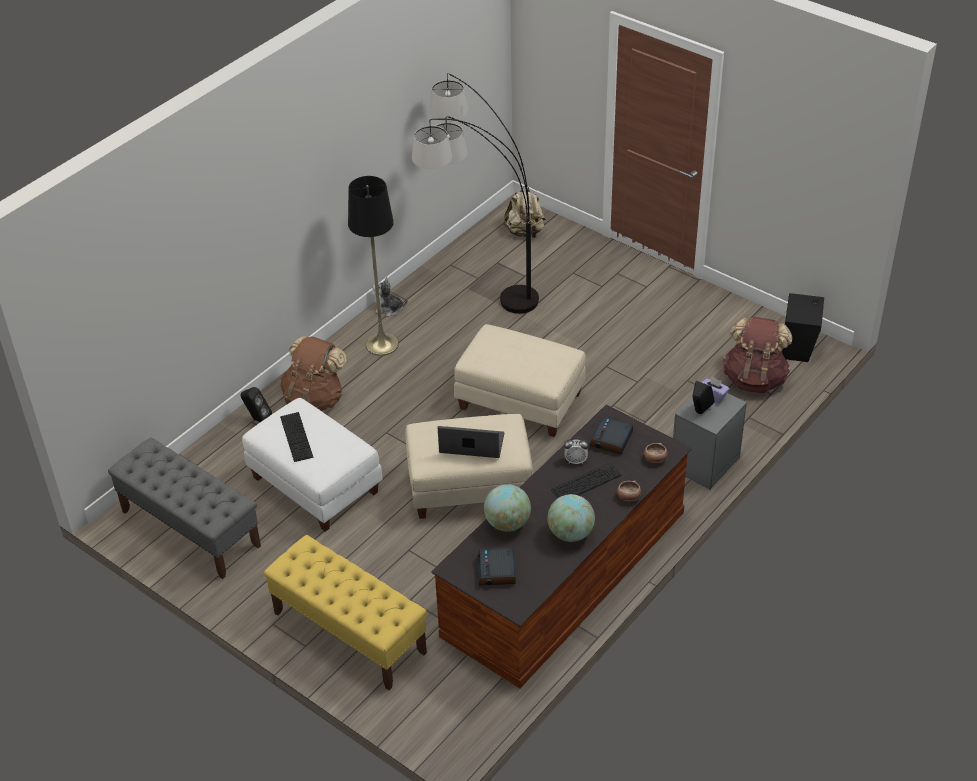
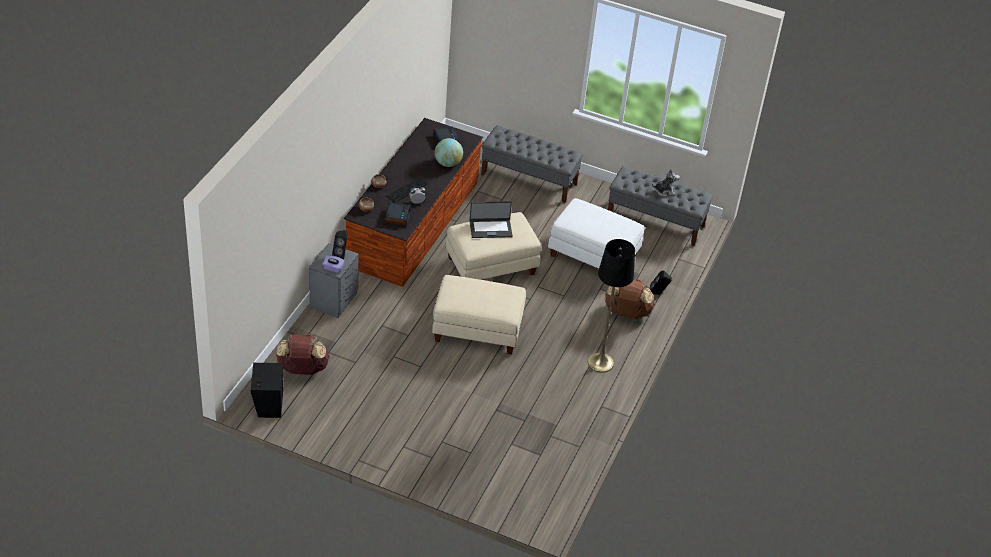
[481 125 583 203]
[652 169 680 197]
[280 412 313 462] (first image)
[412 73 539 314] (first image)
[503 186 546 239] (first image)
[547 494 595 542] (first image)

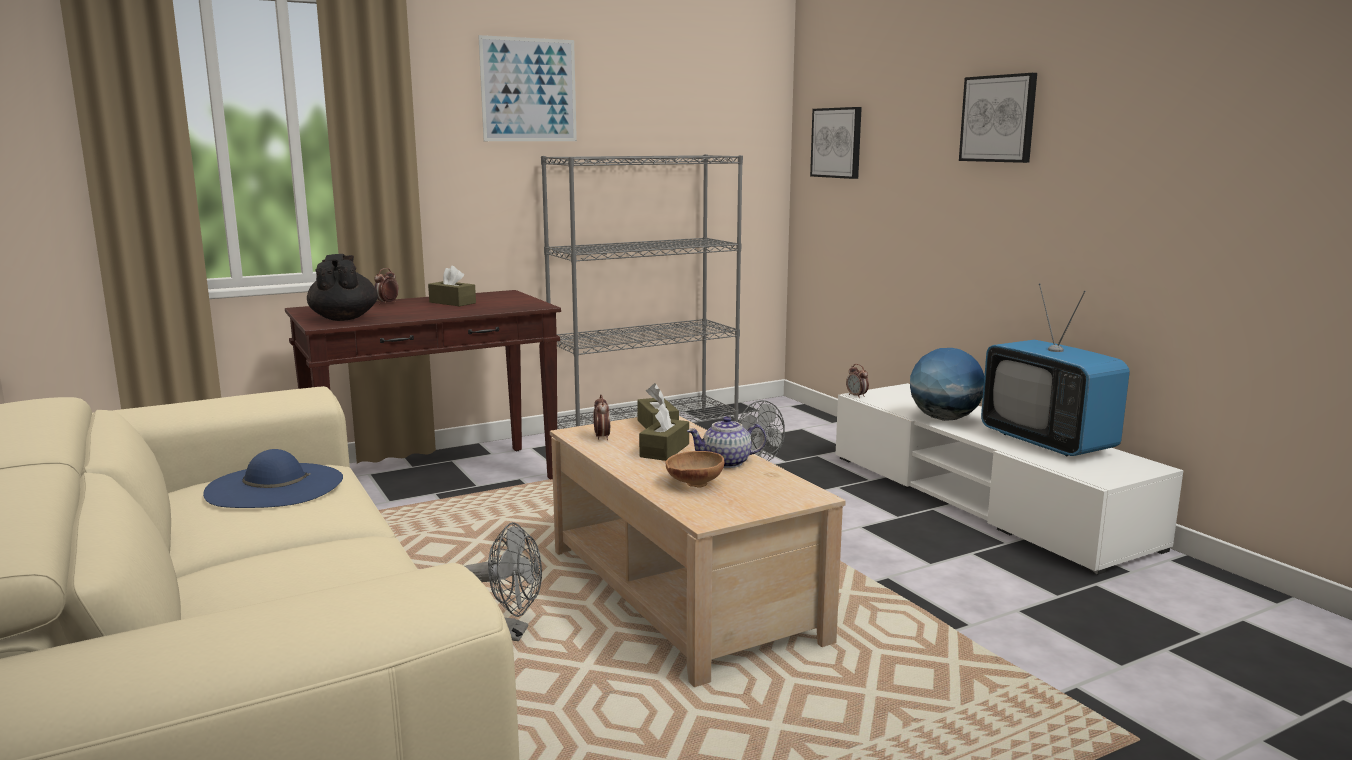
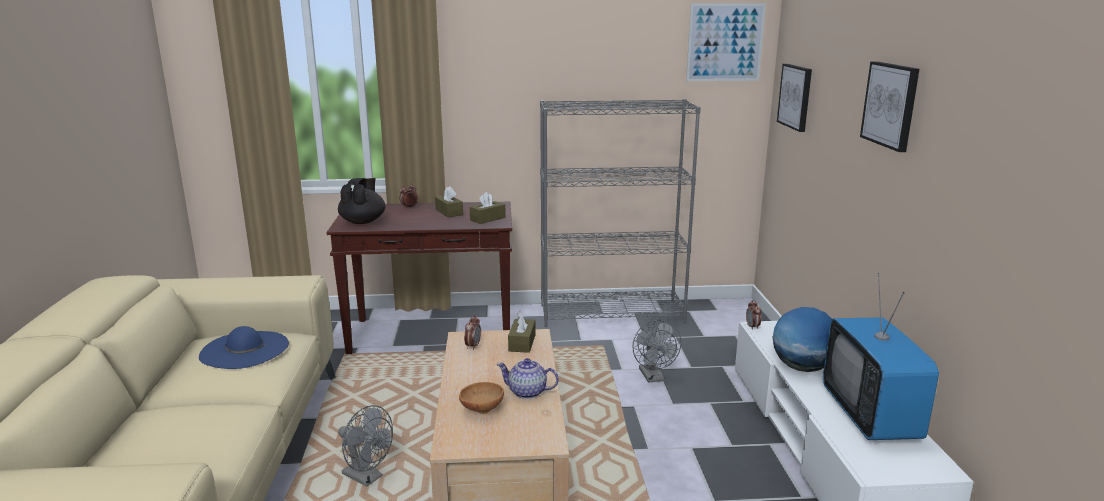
[470 192 506 224]
[686 3 766 81]

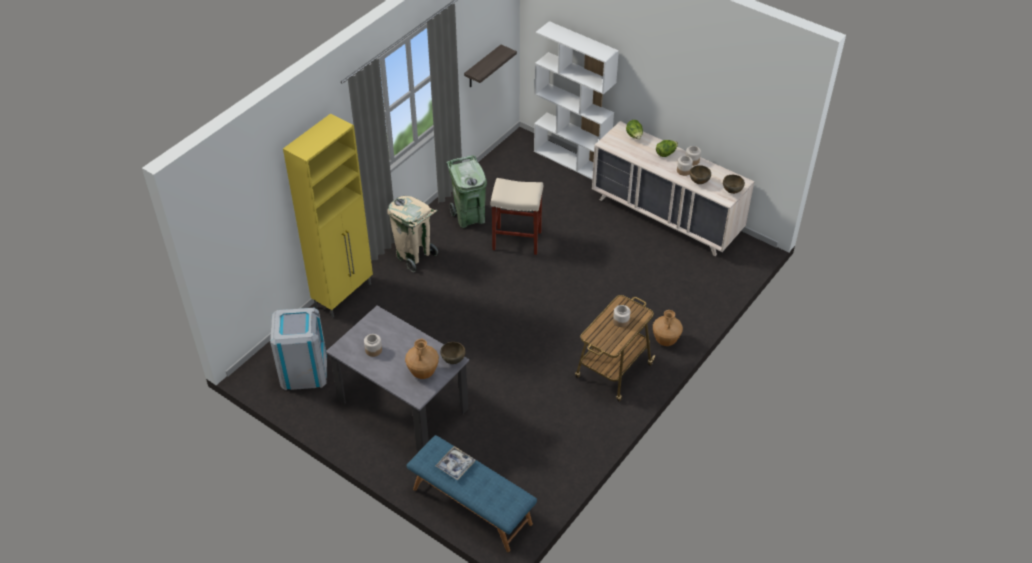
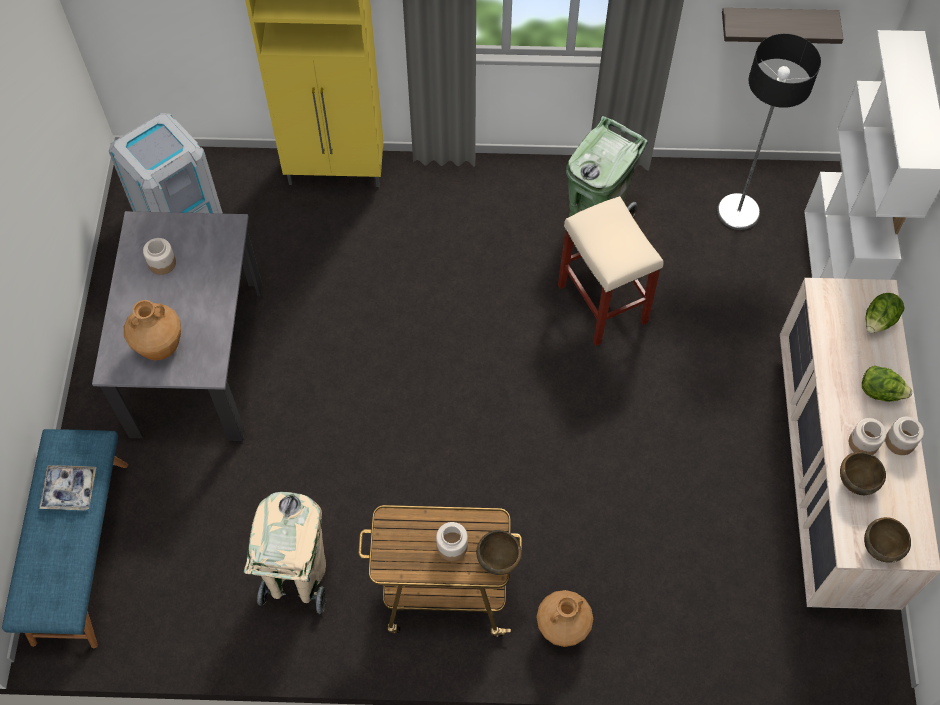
[243 492 326 614]
[476 530 522 575]
[717 34 821 230]

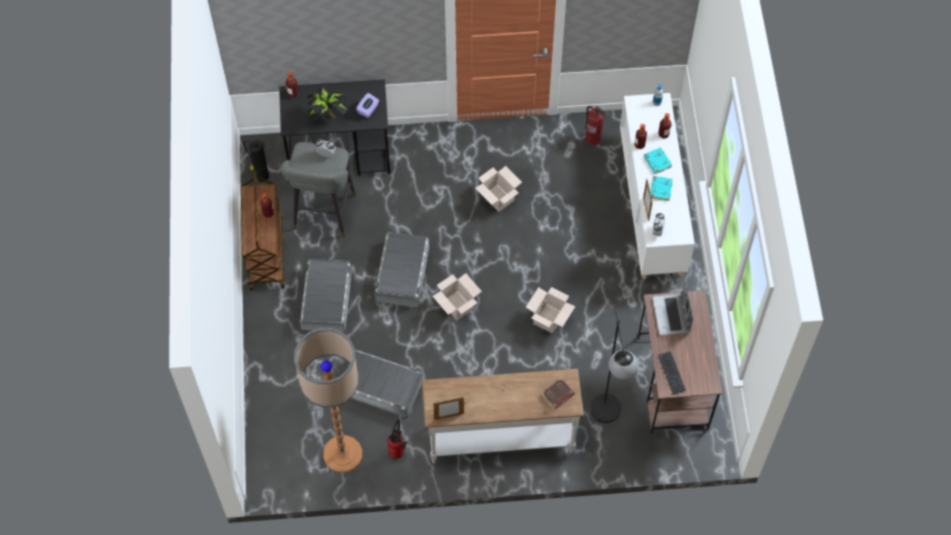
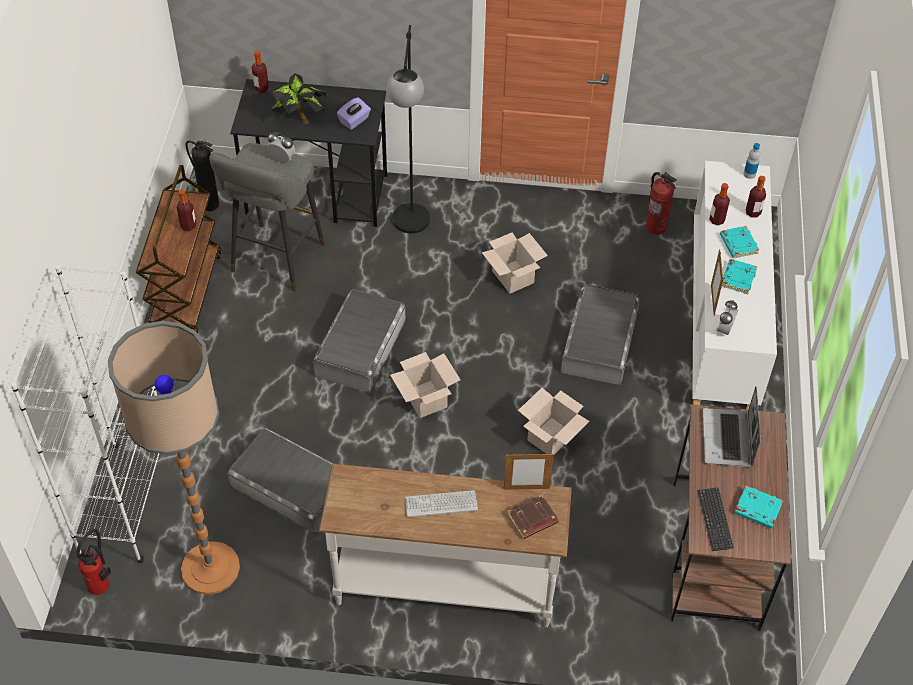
[11 265 160 563]
[77 529 111 595]
[387 25 430 233]
[405 490 478 517]
[504 453 554 490]
[561 284 640 385]
[734 486 783 529]

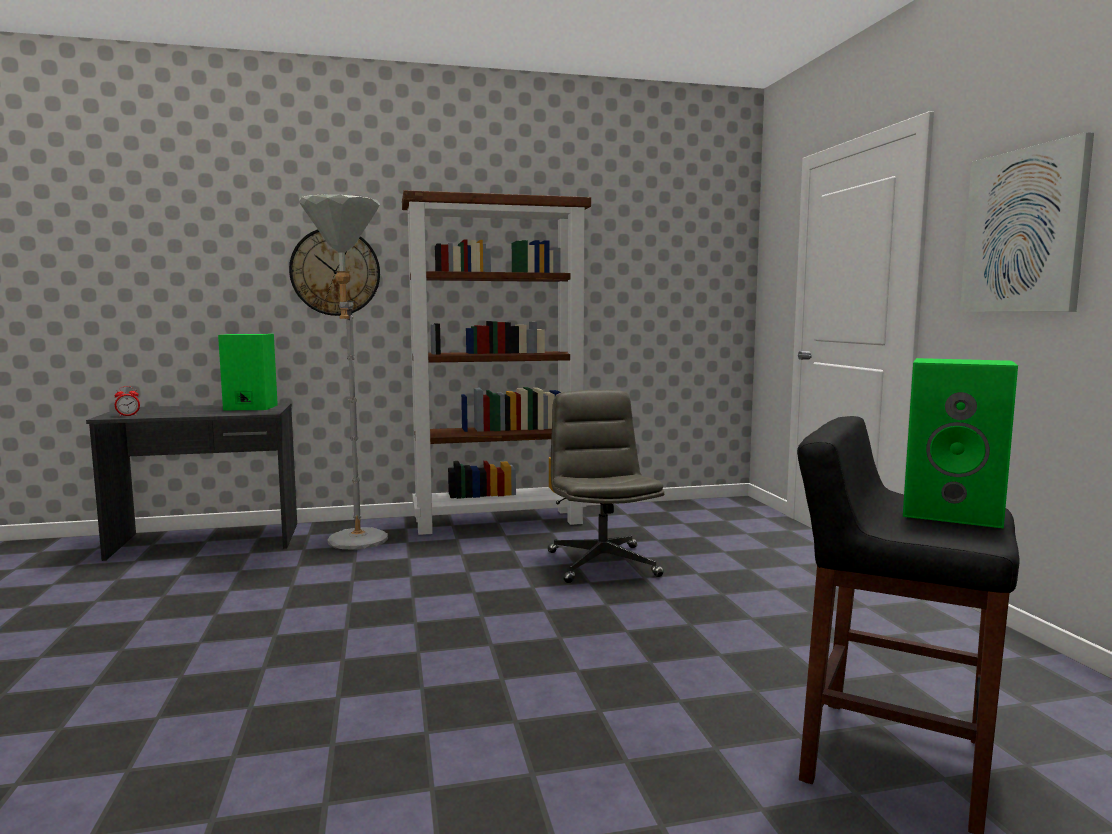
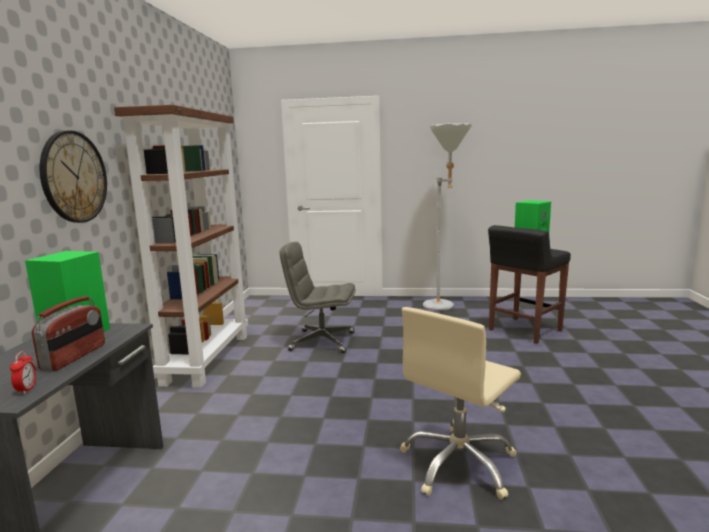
[32 296 105 371]
[400 307 521 499]
[423 123 472 311]
[960 132 1094 312] (first image)

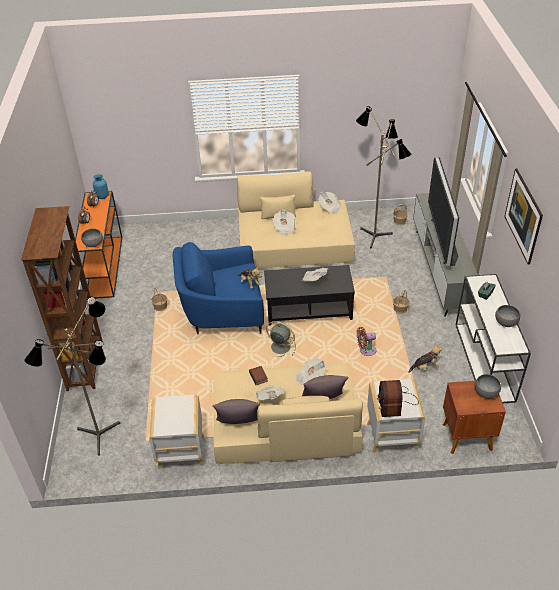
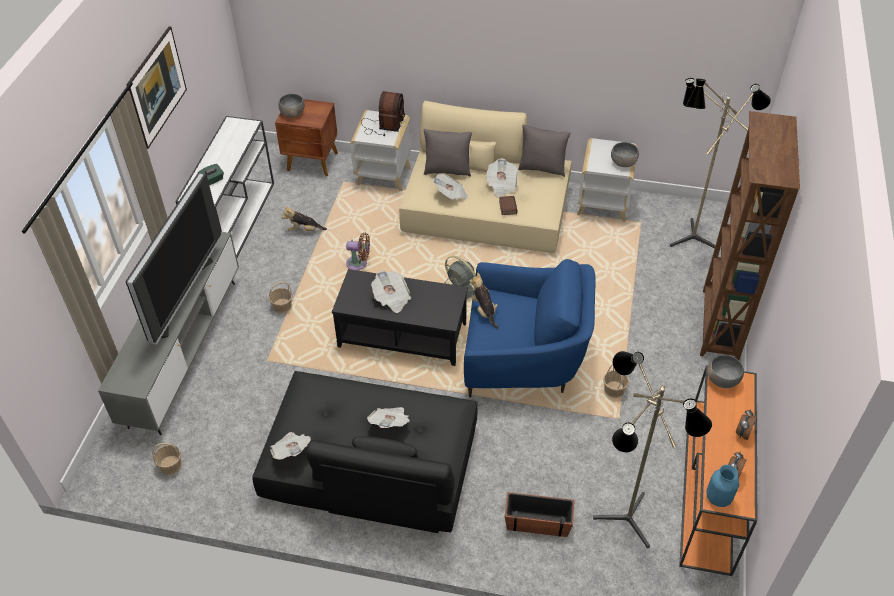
[252 371 478 533]
[505 492 574 537]
[593 351 712 548]
[611 142 639 167]

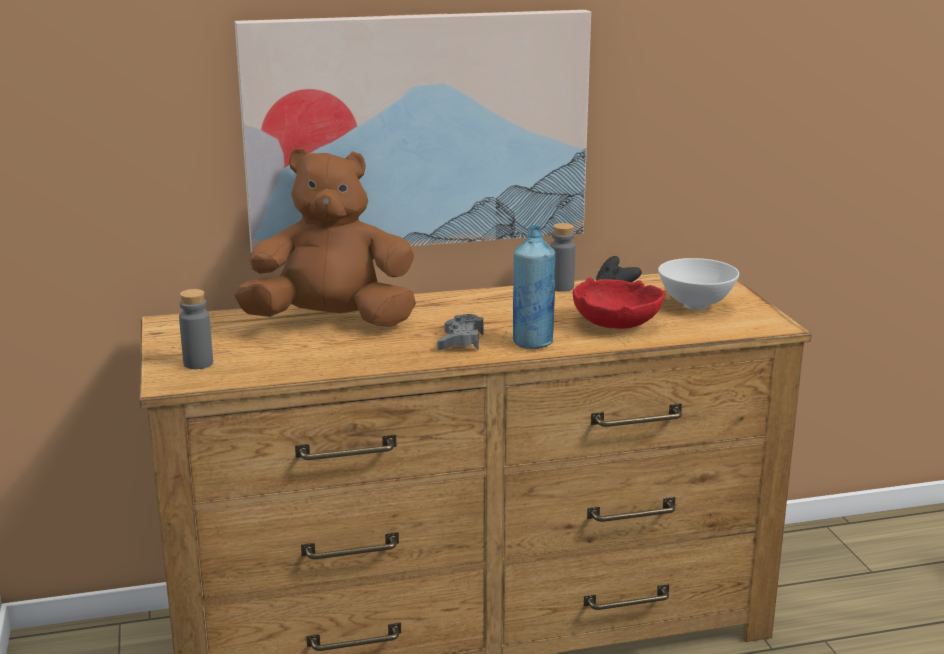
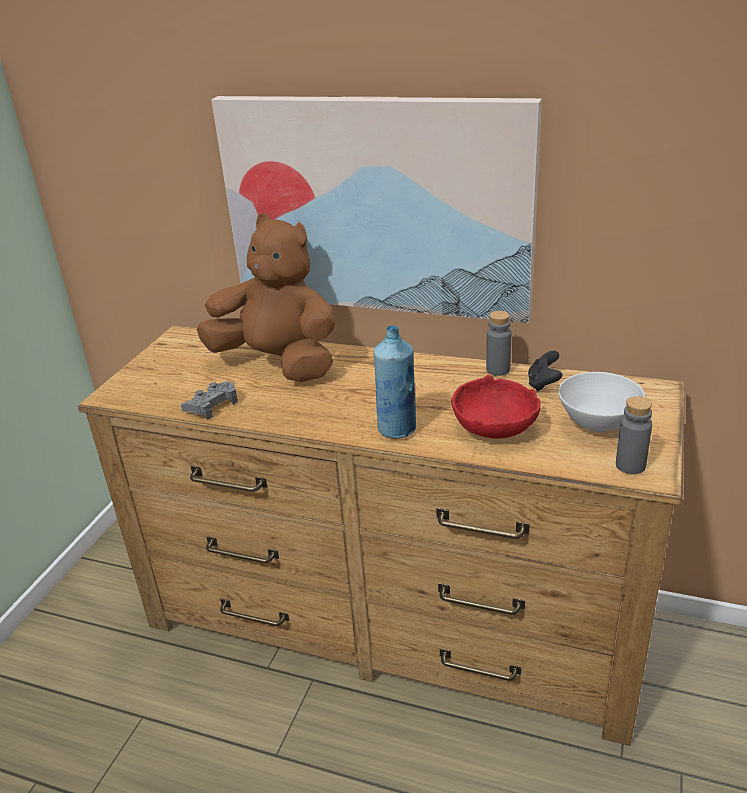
[181 381 238 420]
[616 396 652 474]

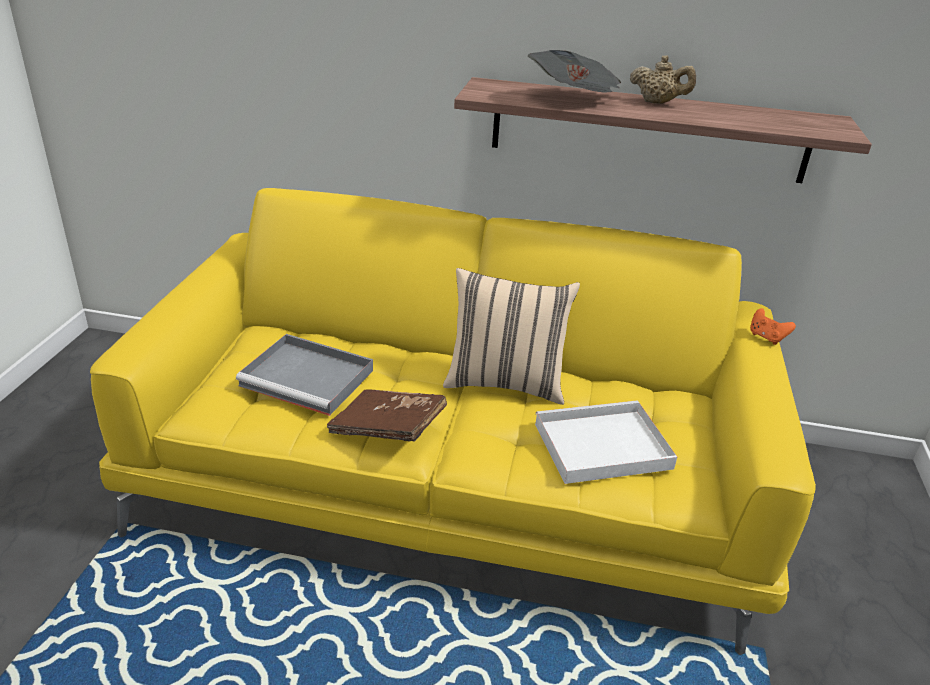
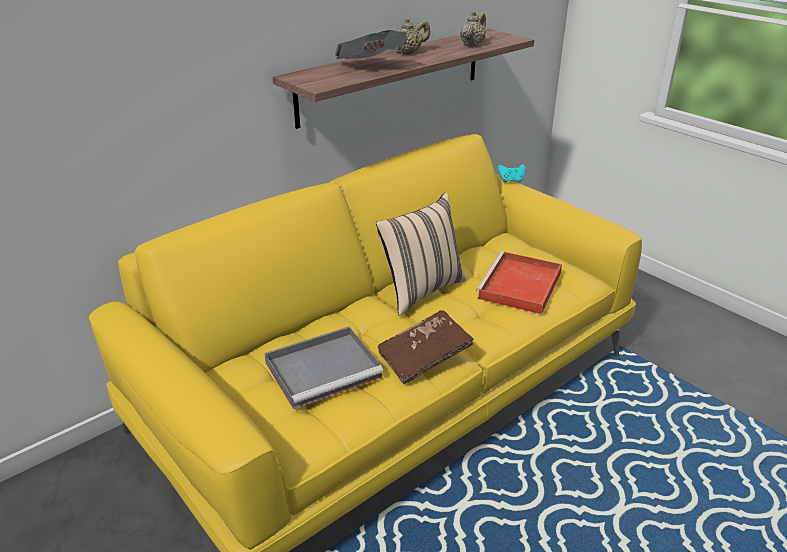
[460 11 486 47]
[476 251 562 314]
[498 164 526 183]

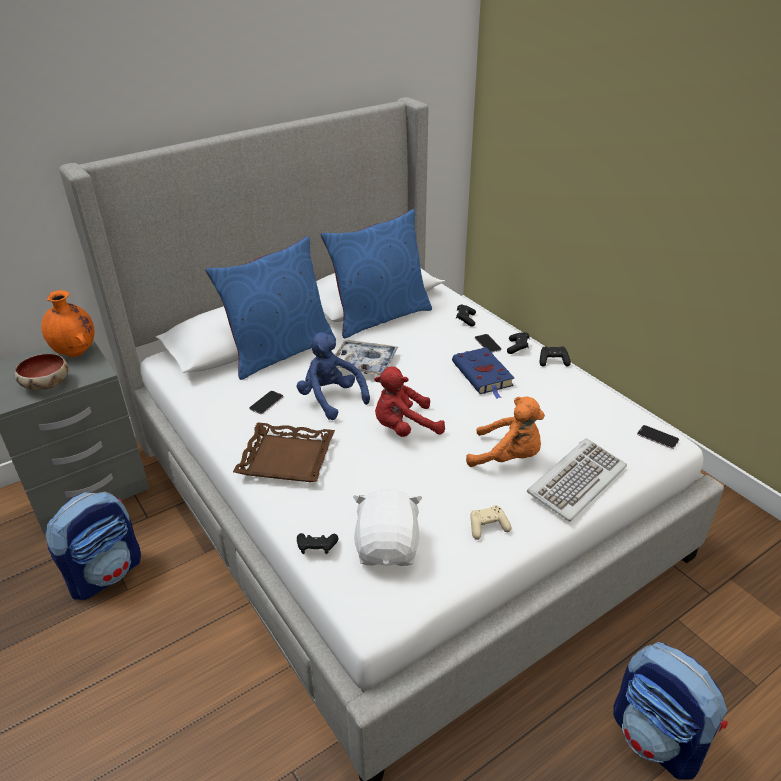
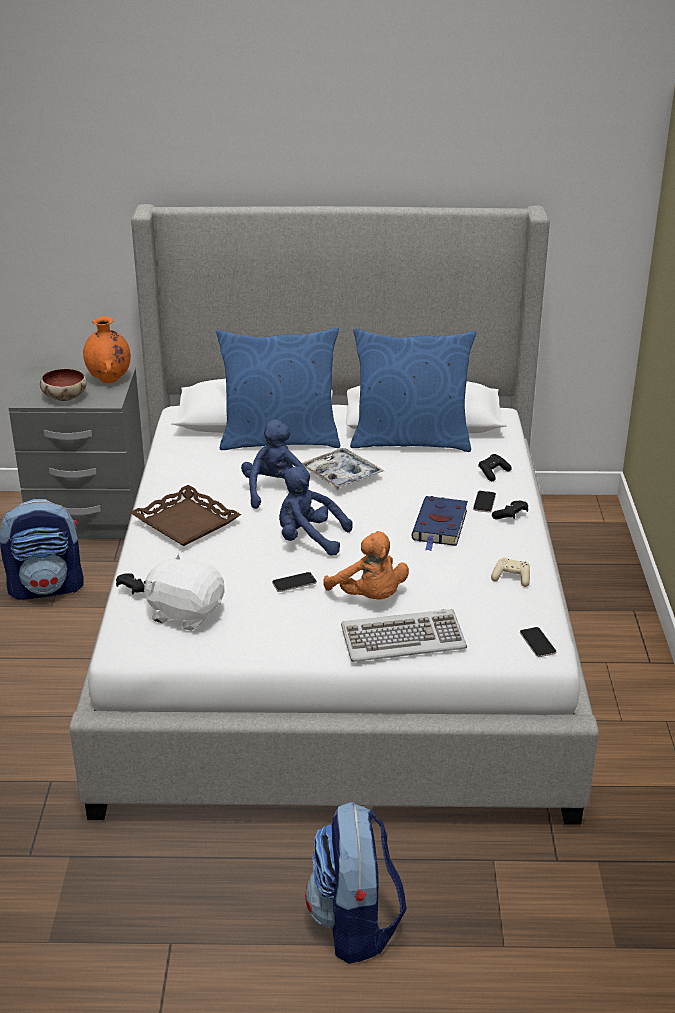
[143 553 225 631]
[272 572 317 592]
[279 466 353 555]
[491 557 530 587]
[540 346 571 367] (first image)

